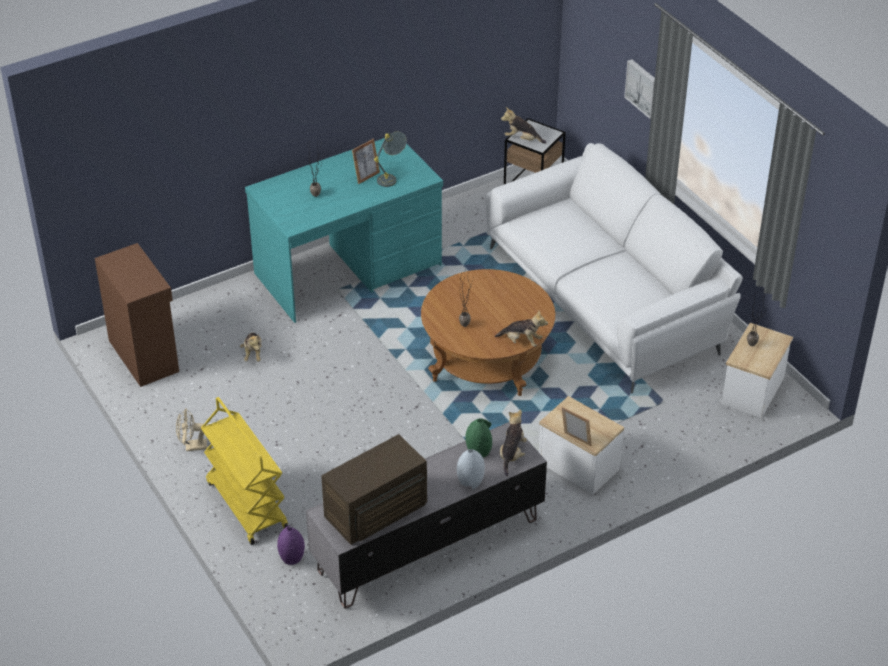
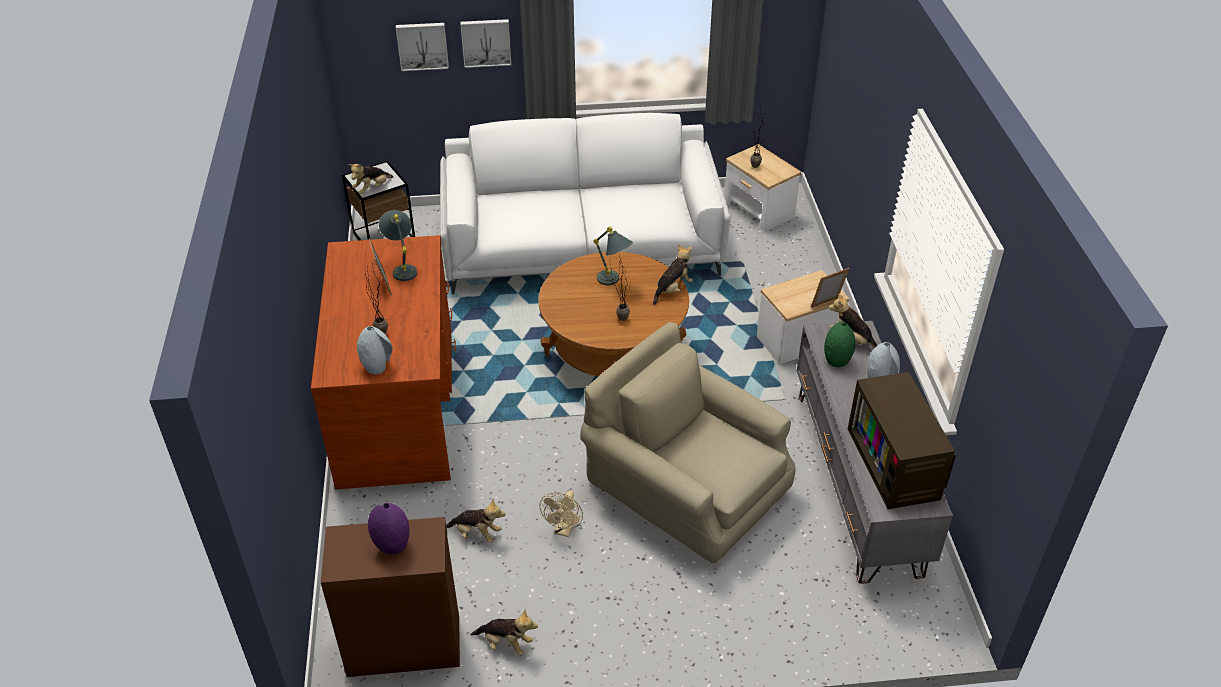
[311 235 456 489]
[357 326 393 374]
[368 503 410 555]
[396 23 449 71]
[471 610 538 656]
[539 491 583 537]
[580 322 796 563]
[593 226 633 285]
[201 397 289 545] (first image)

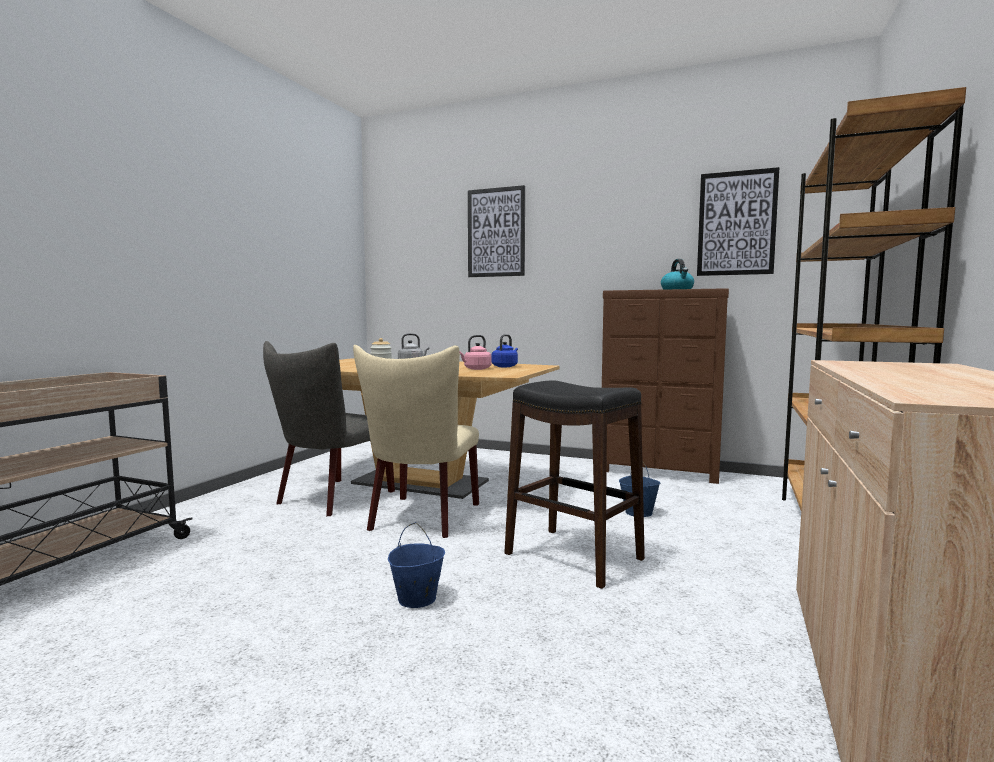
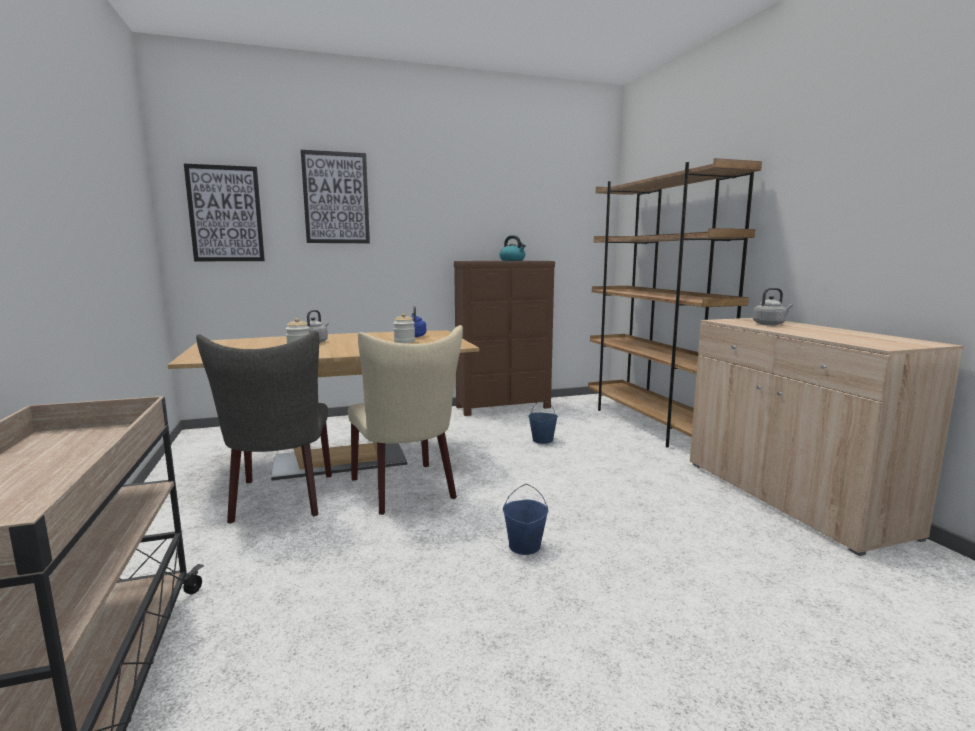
[184 163 265 261]
[393 313 415 343]
[753 288 793 325]
[504 381 645 589] (first image)

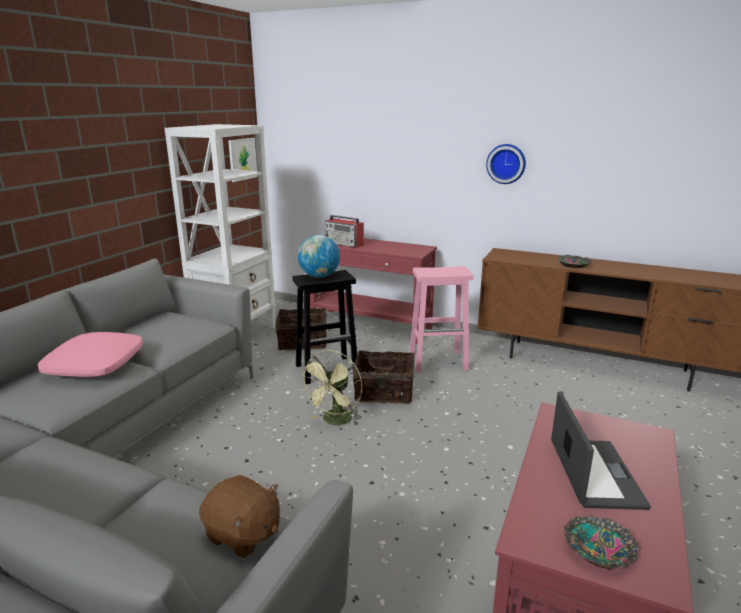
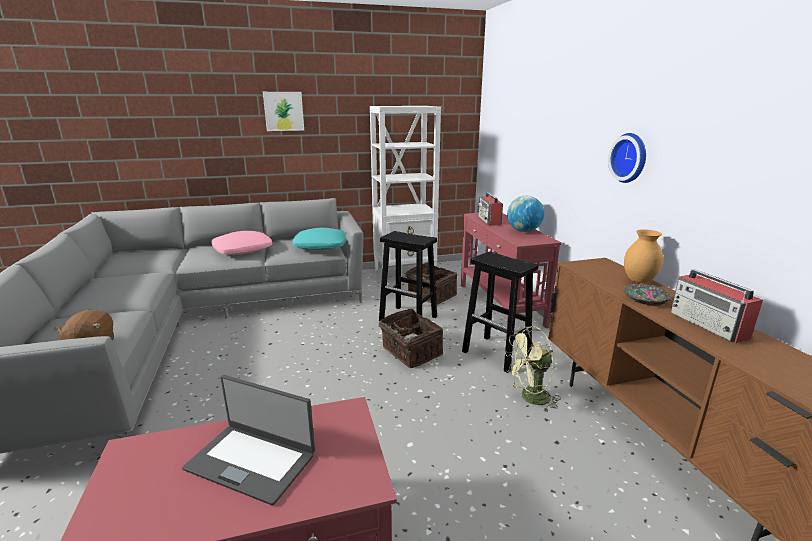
[182 375 315 506]
[263 92 304 131]
[292 228 346 250]
[462 251 538 373]
[505 326 561 413]
[507 196 544 232]
[624 229 663 283]
[670 269 763 343]
[564 515 639 570] (first image)

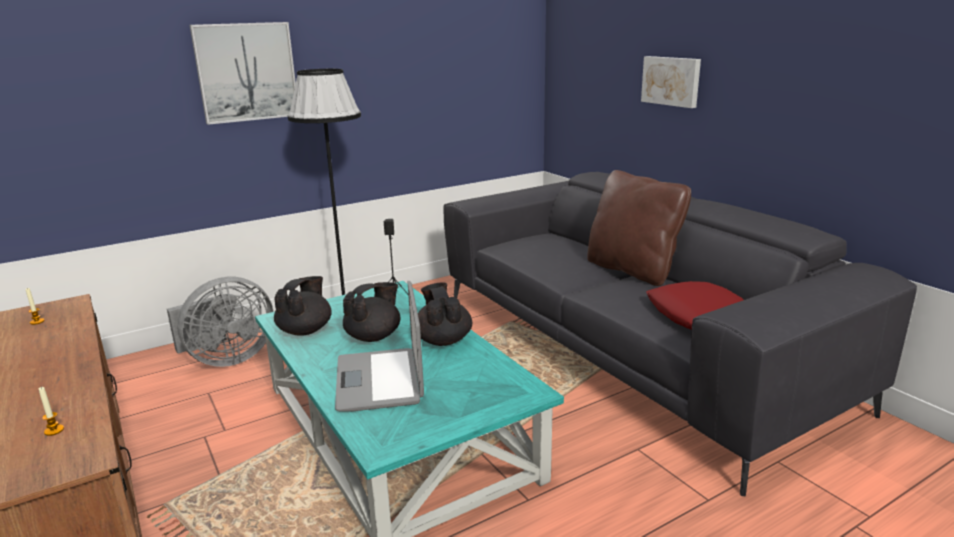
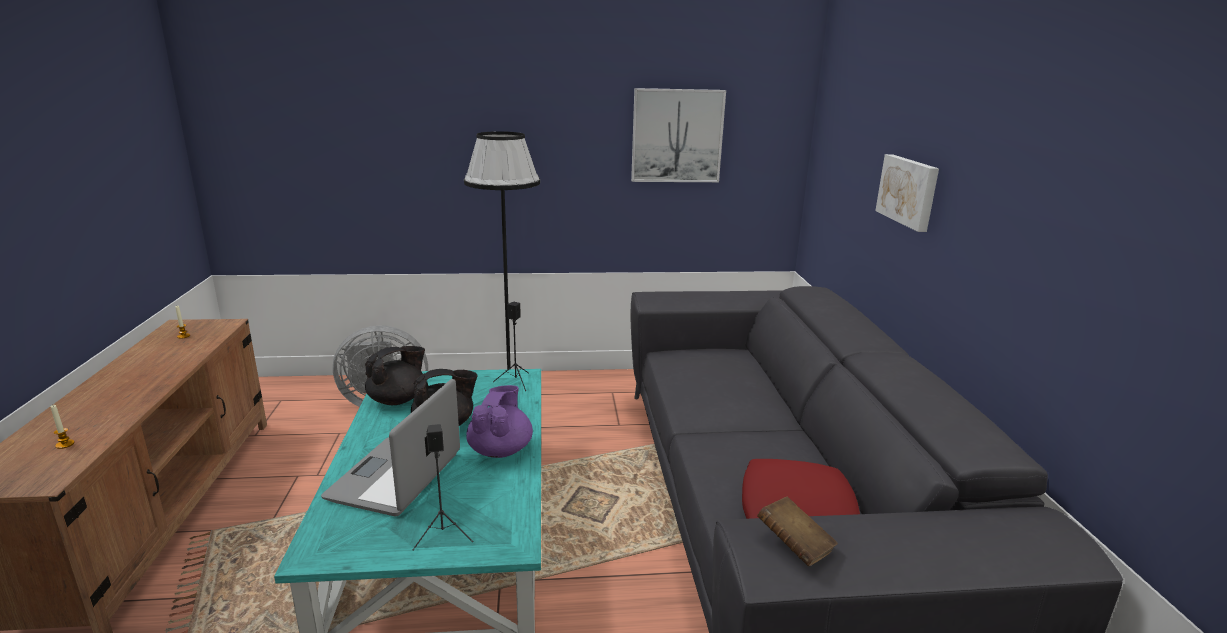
[412 424 474 551]
[466 385 533 458]
[631 88 726 182]
[757 496 838 567]
[587 170 691 286] (first image)

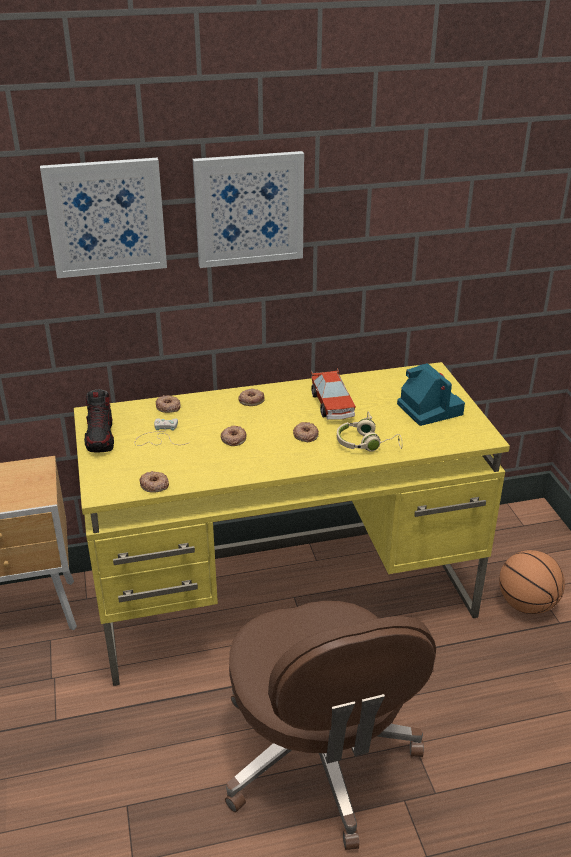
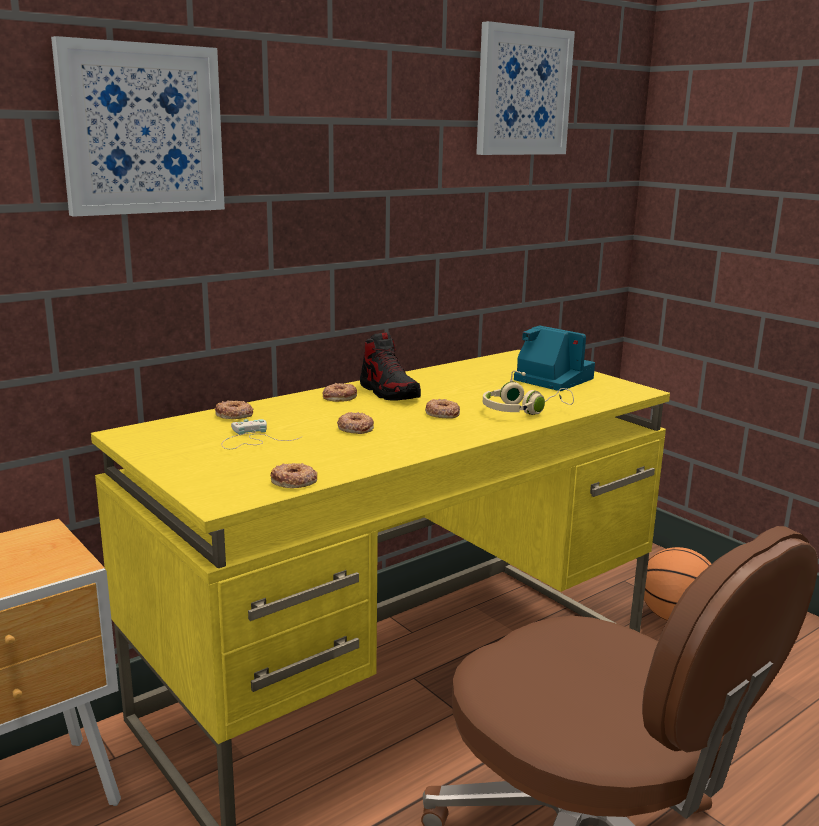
[360 332 421 401]
[476 21 575 155]
[311 368 356 420] (first image)

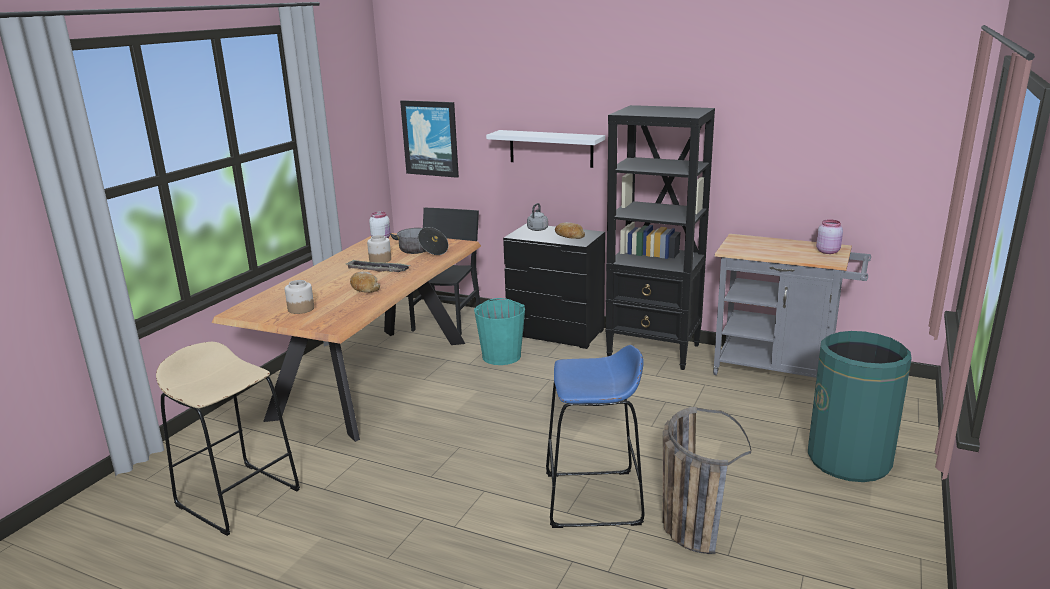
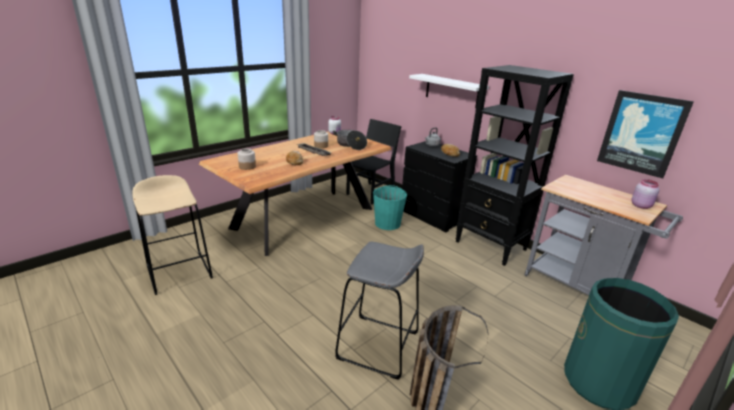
[335 242 424 380]
[597 90 694 179]

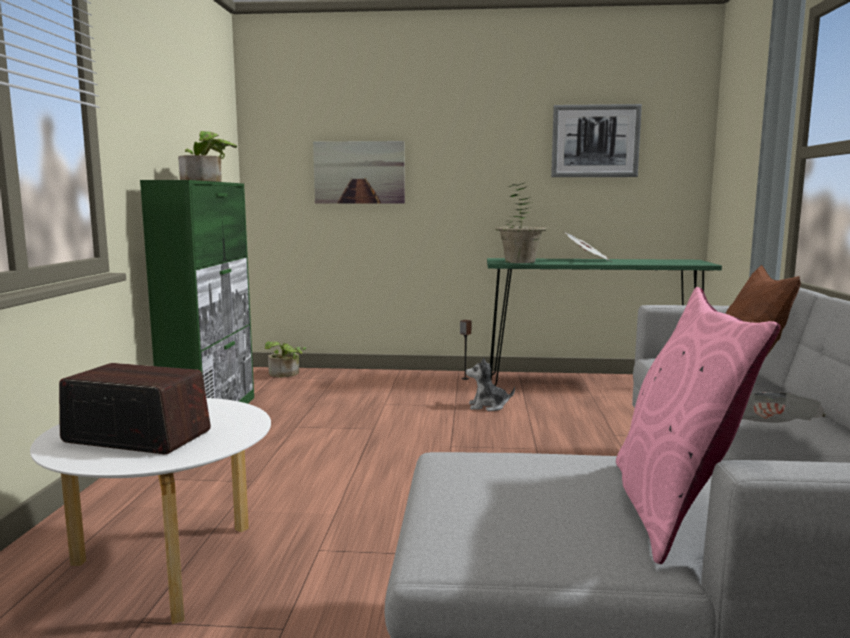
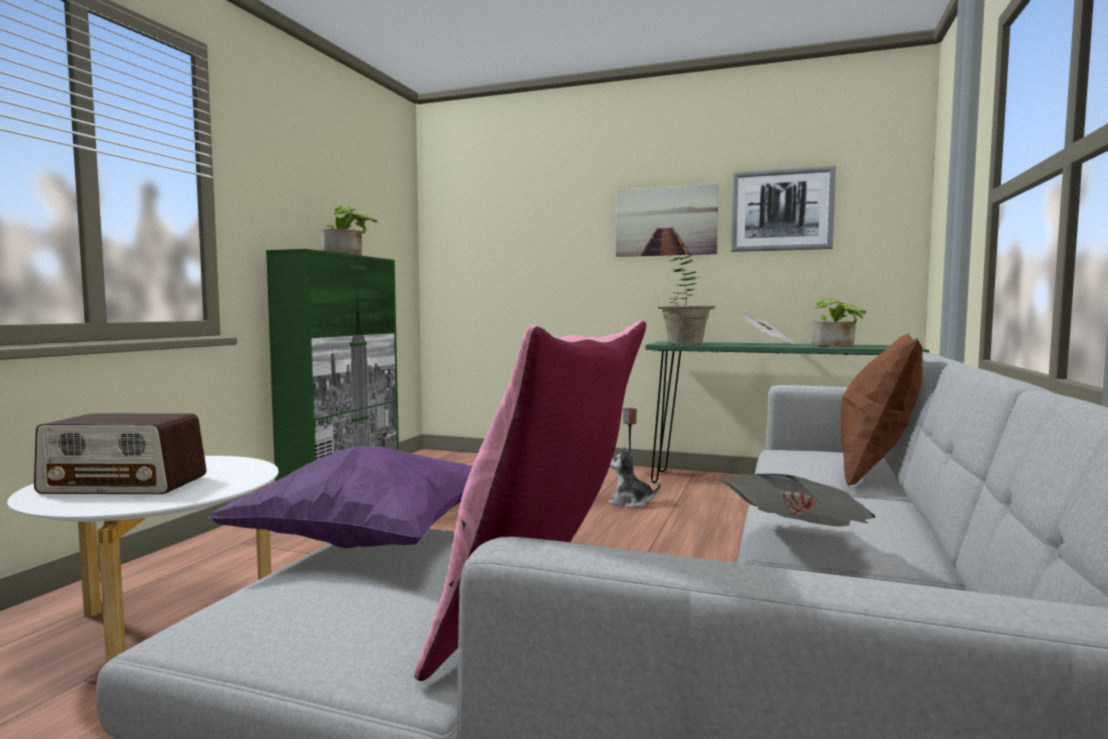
[34 413 207 494]
[208 446 472 548]
[616 184 719 257]
[812 299 866 347]

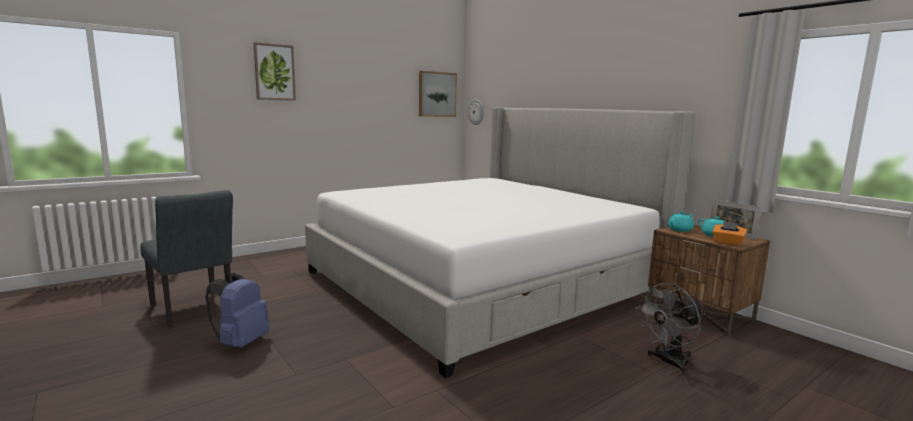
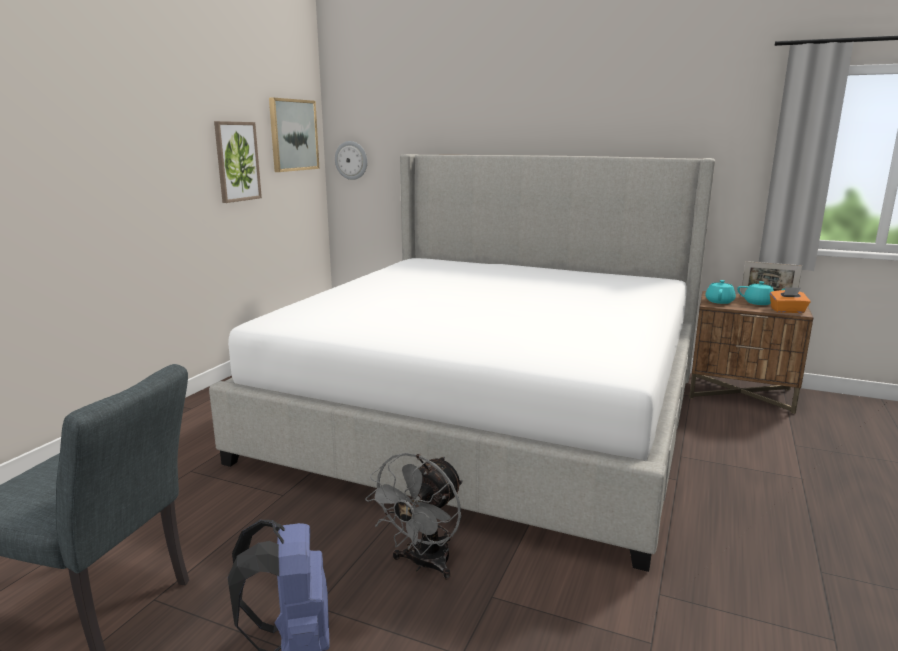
[214 121 262 203]
[365 453 463 580]

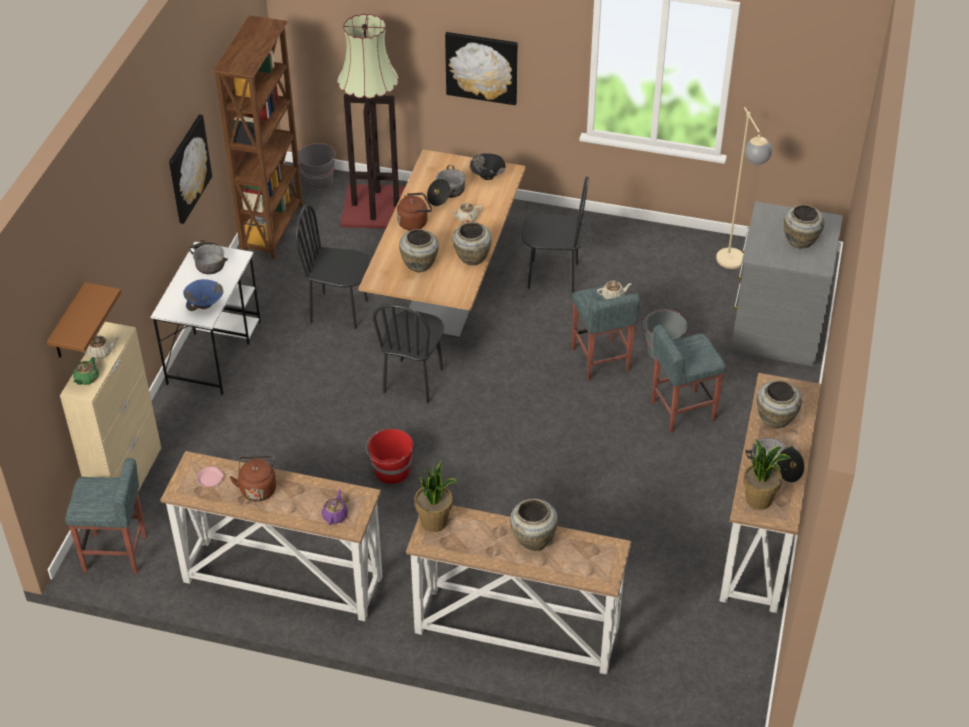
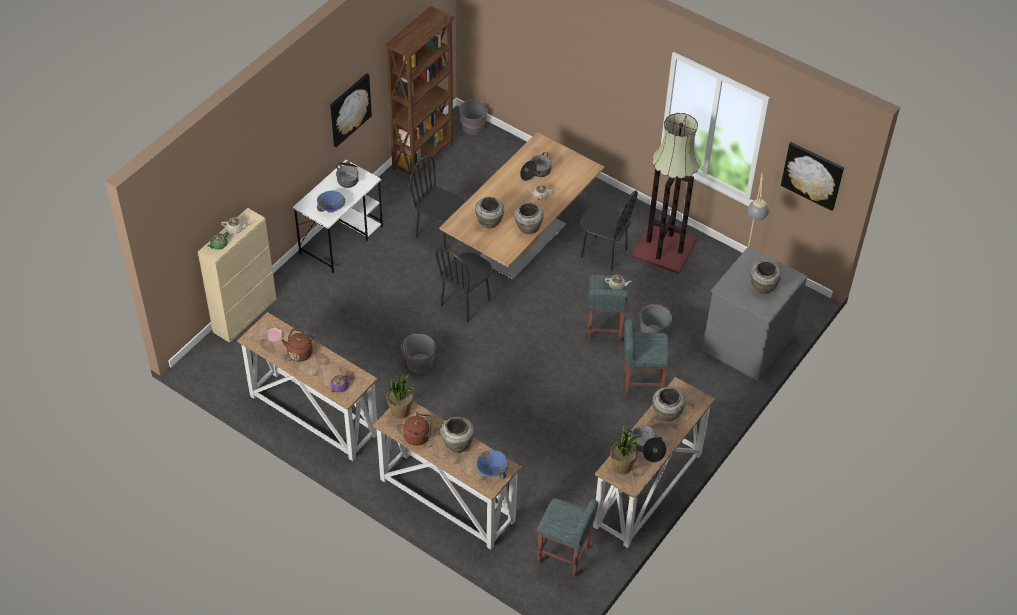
[401 334 436 373]
[403 412 432 446]
[477 450 508 479]
[537 498 598 577]
[632 113 701 274]
[781 142 844 211]
[47 282 122 358] (first image)
[470 153 506 180] (first image)

